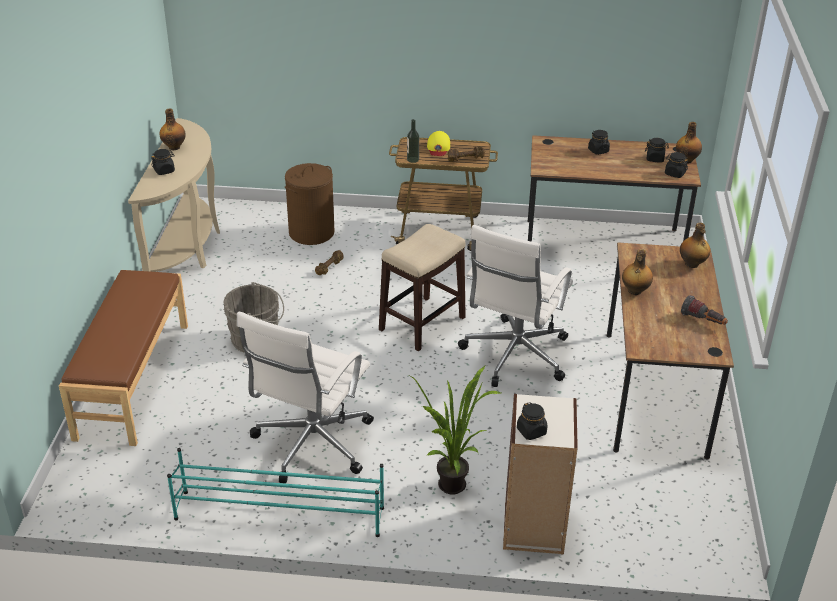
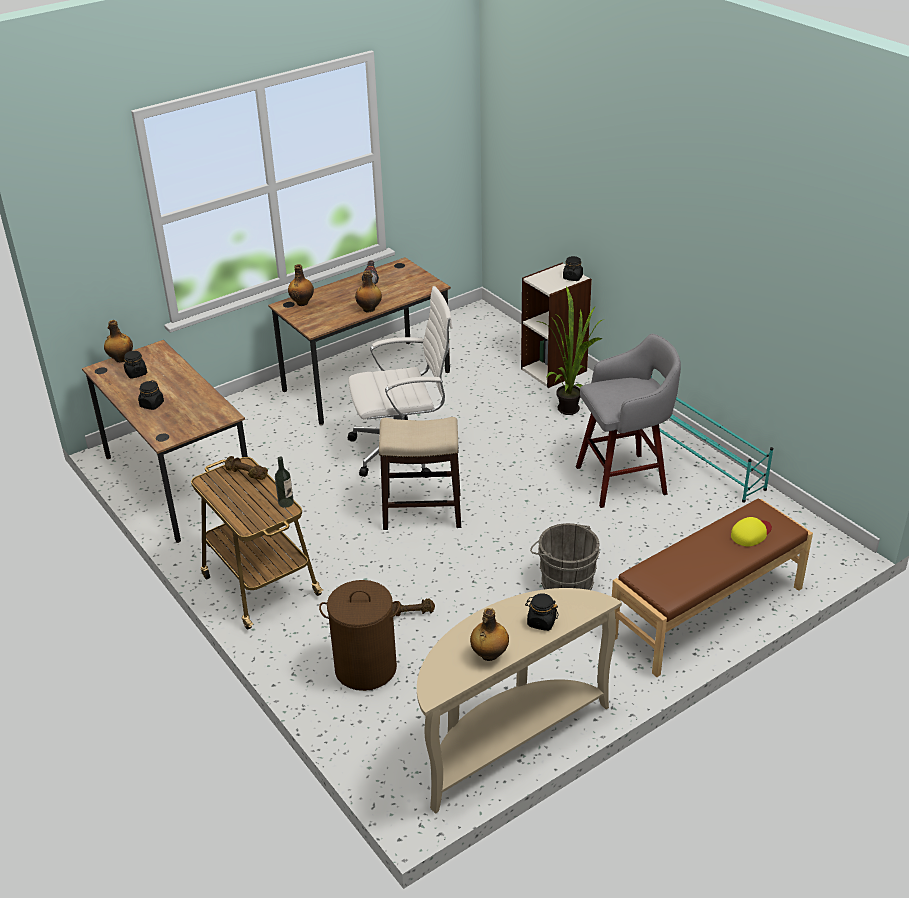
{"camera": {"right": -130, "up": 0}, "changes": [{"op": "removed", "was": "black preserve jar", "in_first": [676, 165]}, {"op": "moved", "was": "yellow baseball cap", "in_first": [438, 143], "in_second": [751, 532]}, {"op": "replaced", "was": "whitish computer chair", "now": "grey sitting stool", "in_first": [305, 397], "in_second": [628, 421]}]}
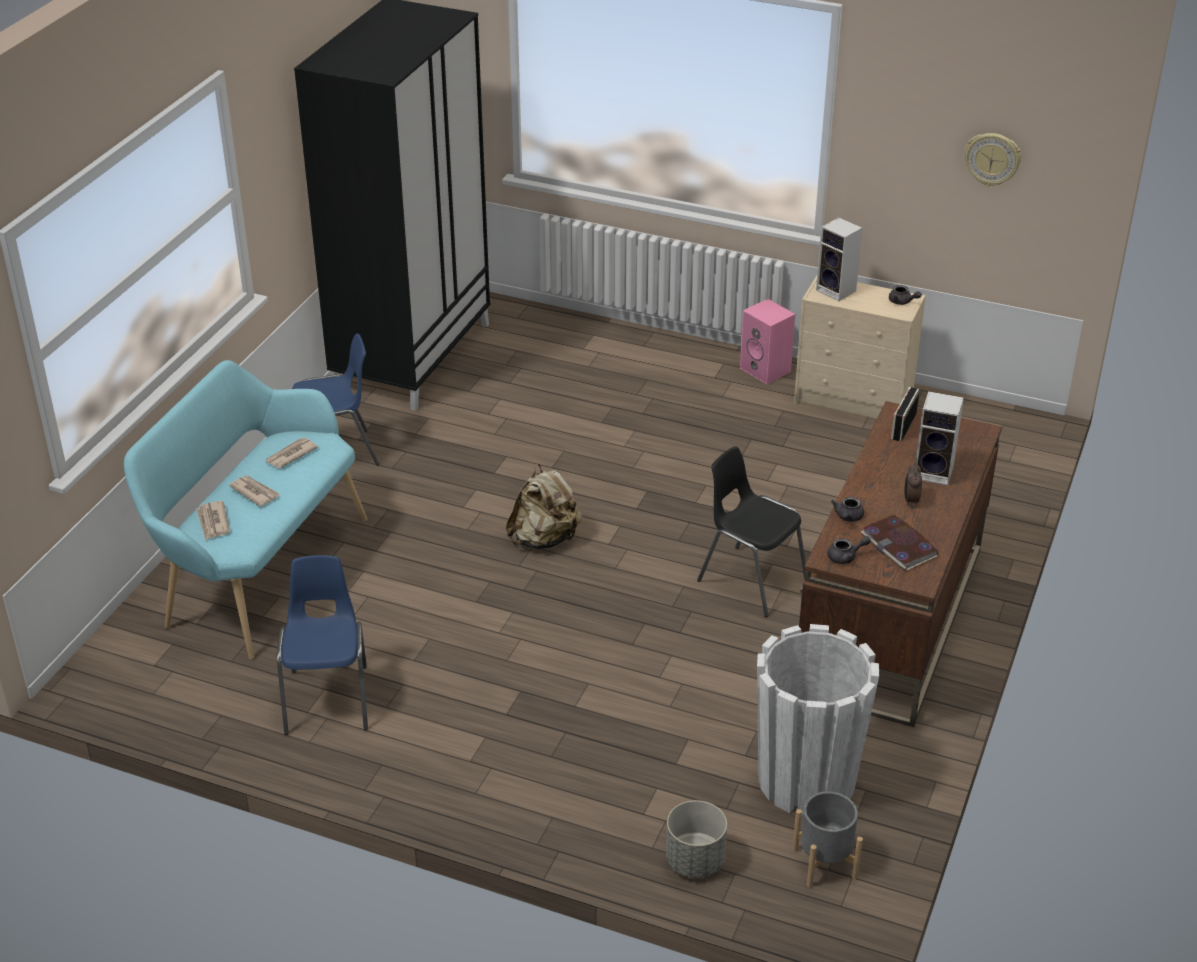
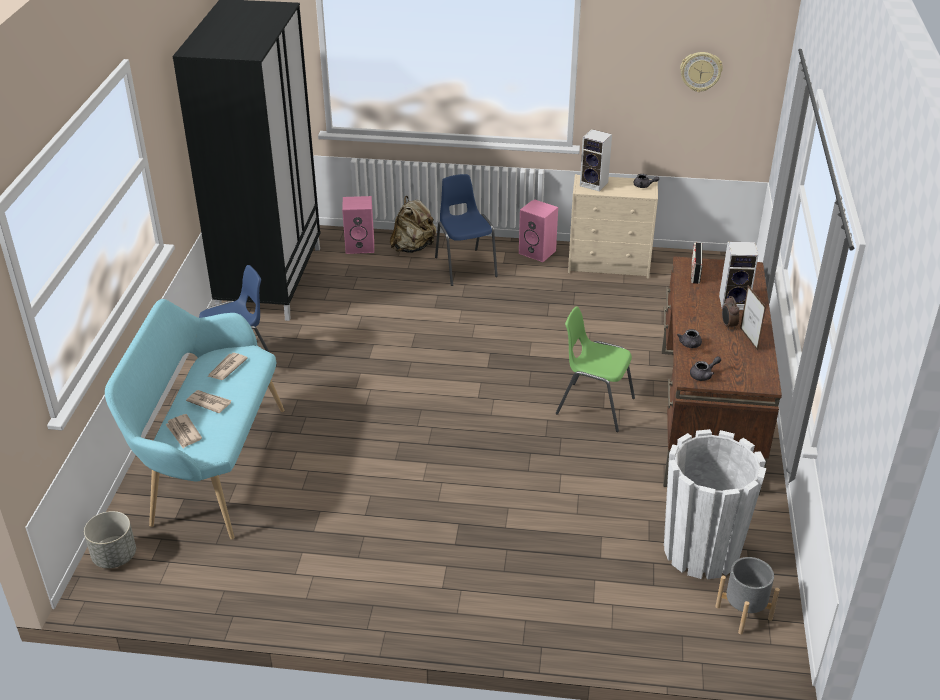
{"camera": {"right": -15, "up": 0}, "changes": [{"op": "removed", "was": "volume", "in_first": [899, 543]}, {"op": "added", "now": "pink-coloured speaker", "in_second": [358, 225]}, {"op": "added", "now": "photo frame", "in_second": [753, 318]}, {"op": "moved", "was": "bluish upright chair", "in_first": [322, 645], "in_second": [466, 230]}, {"op": "moved", "was": "beige knapsack", "in_first": [544, 506], "in_second": [413, 224]}, {"op": "moved", "was": "grey planter", "in_first": [696, 839], "in_second": [110, 539]}, {"op": "recoloured", "was": "black upright chair", "now": "greenish upright chair", "in_first": [751, 531], "in_second": [595, 369]}]}
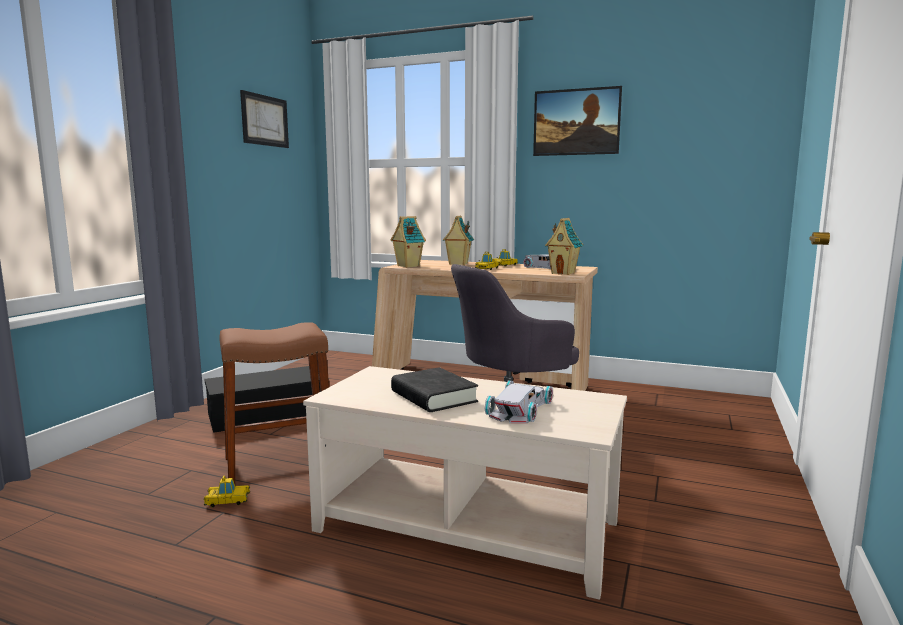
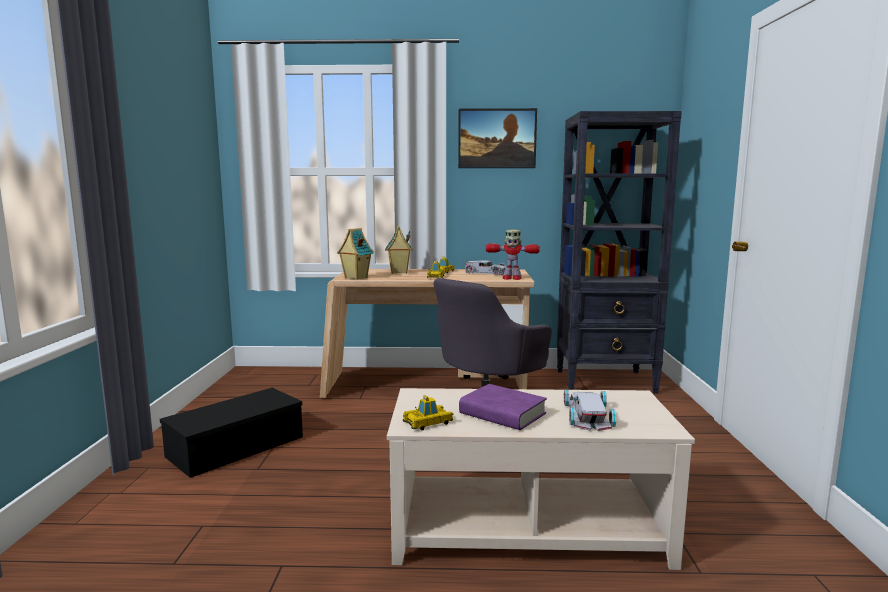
{"camera": {"right": -20, "up": 0}, "changes": [{"op": "removed", "was": "brownish sitting stool", "in_first": [274, 403]}, {"op": "removed", "was": "wall picture", "in_first": [264, 119]}, {"op": "added", "now": "black bookshelf", "in_second": [619, 252]}, {"op": "moved", "was": "miniature car", "in_first": [226, 491], "in_second": [428, 413]}, {"op": "replaced", "was": "toy house", "now": "toy robot", "in_first": [564, 246], "in_second": [513, 255]}, {"op": "recoloured", "was": "black volume", "now": "purple volume", "in_first": [434, 389], "in_second": [503, 407]}]}
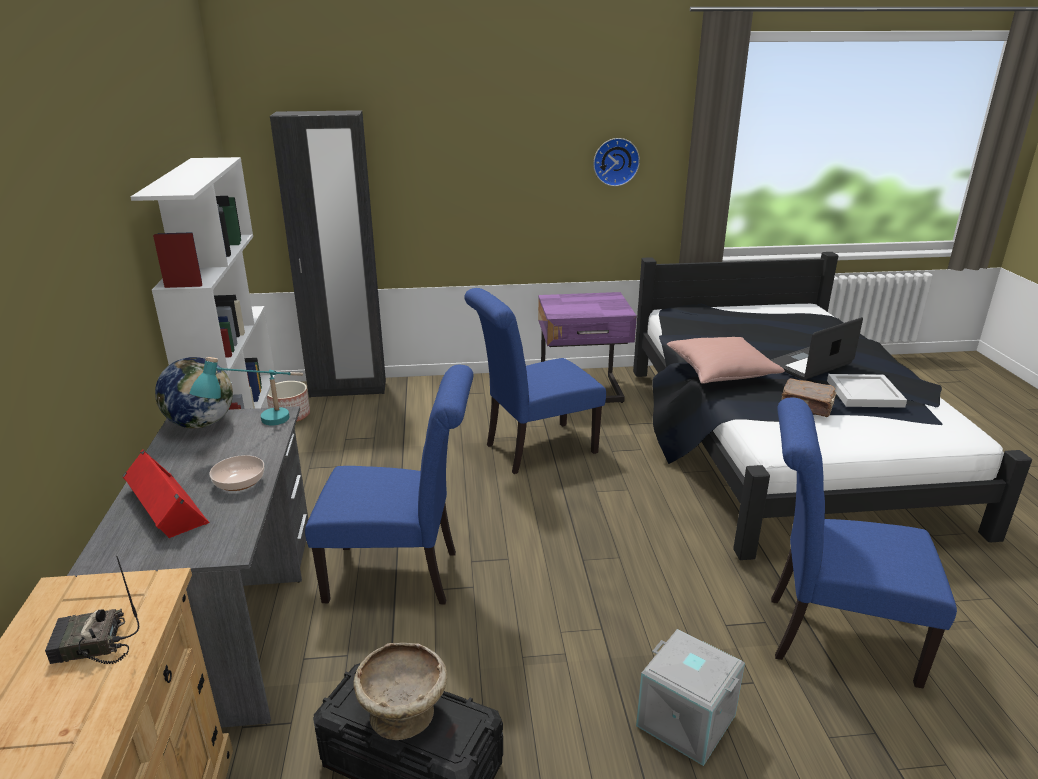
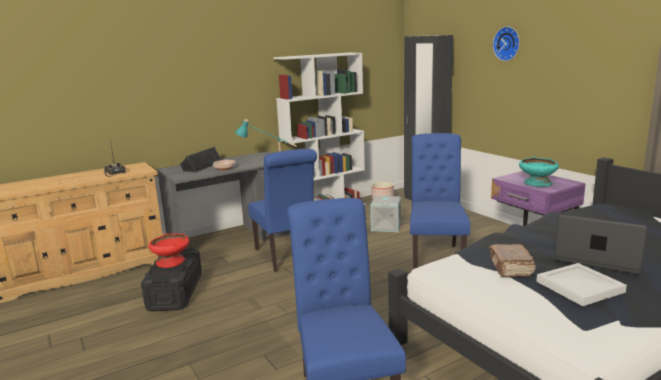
{"camera": {"right": 65, "up": -10}, "changes": [{"op": "removed", "was": "globe", "in_first": [194, 393]}, {"op": "removed", "was": "pink-coloured pillow", "in_first": [726, 360]}, {"op": "added", "now": "turquoise bowl", "in_second": [539, 171]}, {"op": "moved", "was": "wall clock", "in_first": [616, 162], "in_second": [506, 44]}, {"op": "moved", "was": "grey storage bin", "in_first": [690, 697], "in_second": [385, 214]}, {"op": "recoloured", "was": "red speaker", "now": "black speaker", "in_first": [166, 493], "in_second": [200, 159]}, {"op": "recoloured", "was": "beige bowl", "now": "red bowl", "in_first": [400, 691], "in_second": [169, 250]}, {"op": "turned", "was": "bluish upright chair", "in_first": [535, 381], "in_second": [440, 201], "clockwise": 60}]}
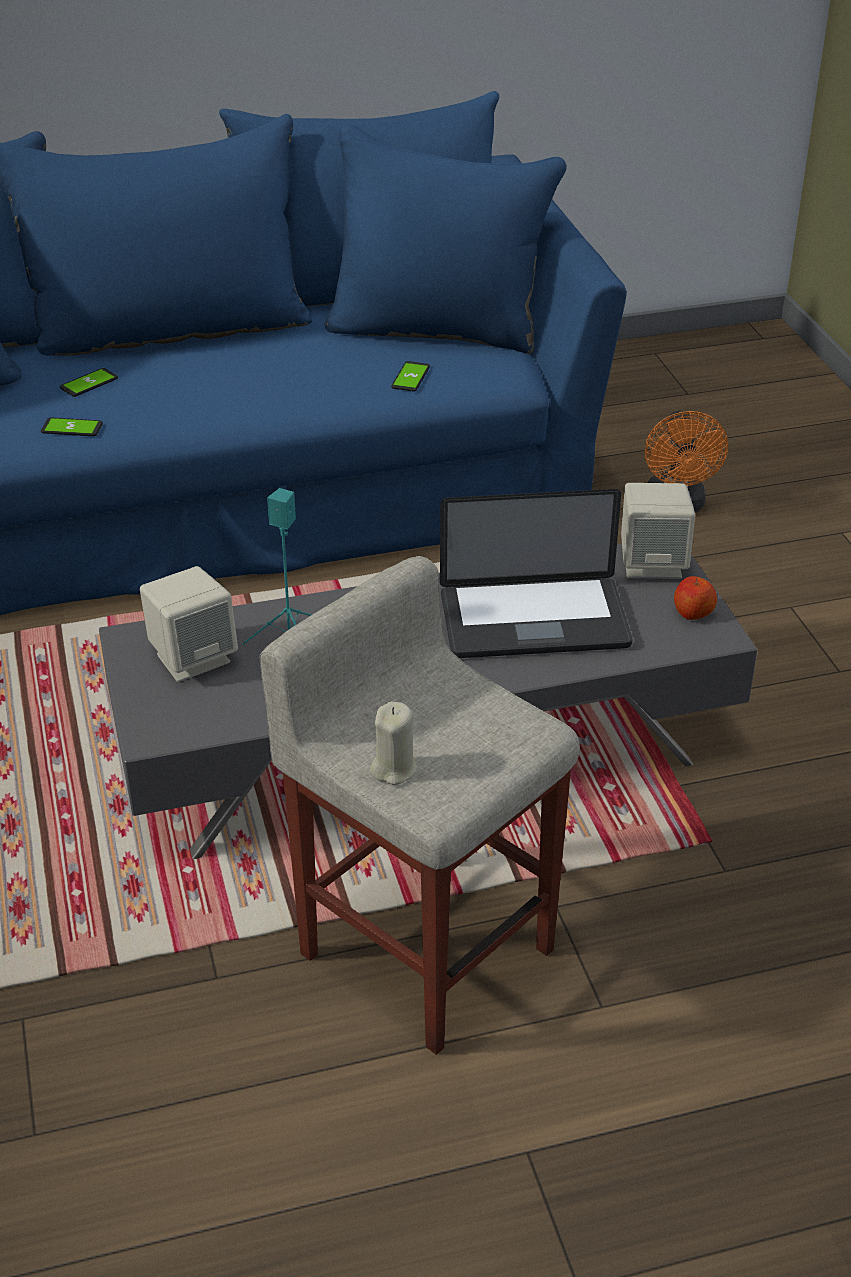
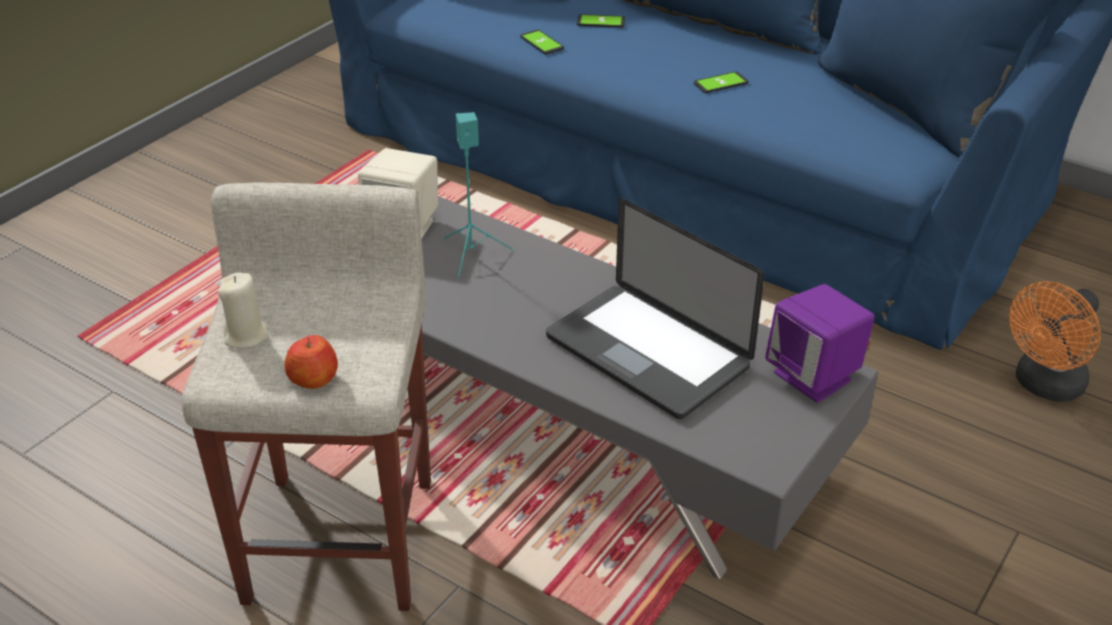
{"camera": {"right": 50, "up": 0}, "changes": [{"op": "moved", "was": "telephone", "in_first": [410, 376], "in_second": [721, 82]}, {"op": "moved", "was": "whole apple", "in_first": [695, 598], "in_second": [311, 362]}, {"op": "recoloured", "was": "beige speaker", "now": "purple speaker", "in_first": [658, 531], "in_second": [820, 343]}]}
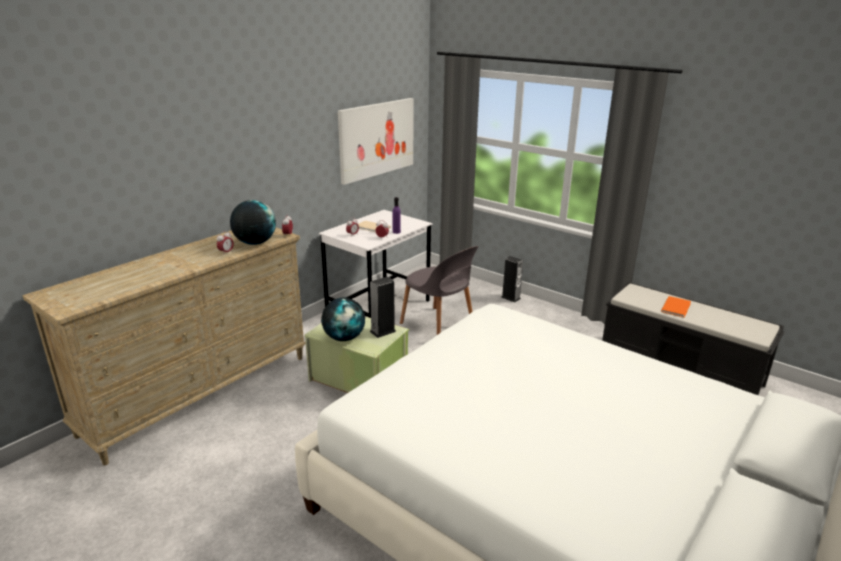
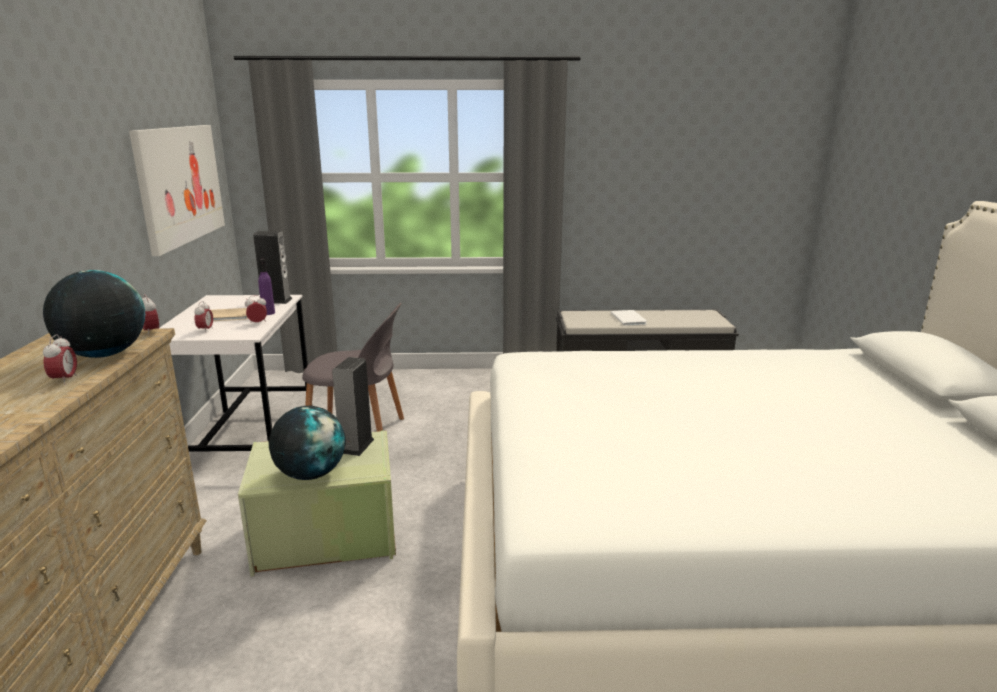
{"camera": {"right": -40, "up": -5}, "changes": [{"op": "moved", "was": "speaker", "in_first": [512, 279], "in_second": [273, 267]}, {"op": "recoloured", "was": "orange-coloured volume", "now": "whitish volume", "in_first": [676, 306], "in_second": [629, 318]}]}
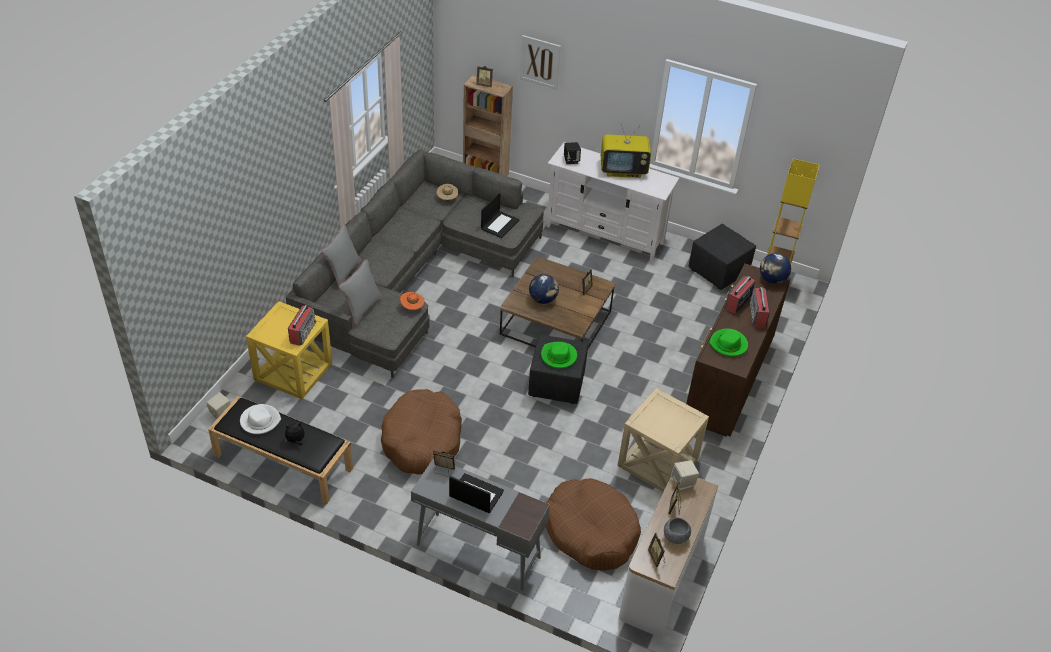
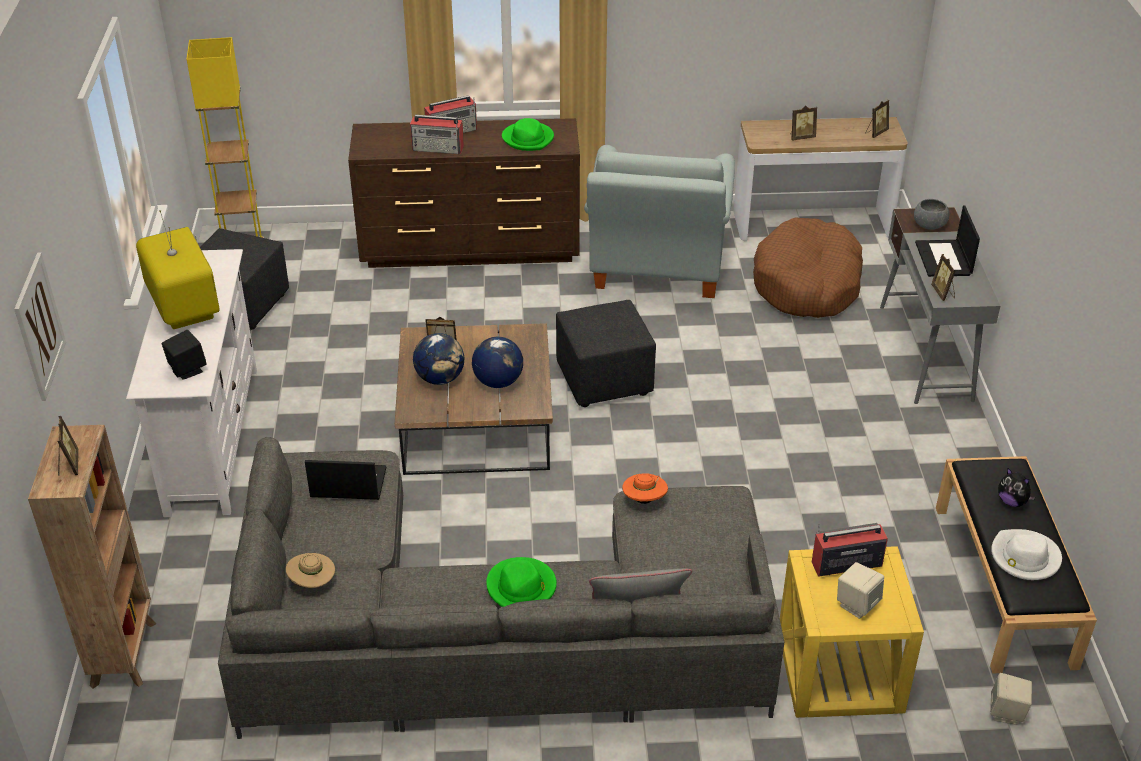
{"camera": {"right": -115, "up": -5}, "changes": [{"op": "removed", "was": "grey pillow", "in_first": [361, 292]}, {"op": "removed", "was": "brownish dog cushion", "in_first": [421, 432]}, {"op": "moved", "was": "greenish wearable hat", "in_first": [559, 355], "in_second": [521, 582]}, {"op": "moved", "was": "grey bowl", "in_first": [677, 531], "in_second": [931, 214]}, {"op": "moved", "was": "beige speaker", "in_first": [685, 475], "in_second": [860, 590]}, {"op": "moved", "was": "globe", "in_first": [775, 268], "in_second": [438, 359]}, {"op": "replaced", "was": "beige side table", "now": "grey lounge chair", "in_first": [663, 440], "in_second": [659, 221]}]}
